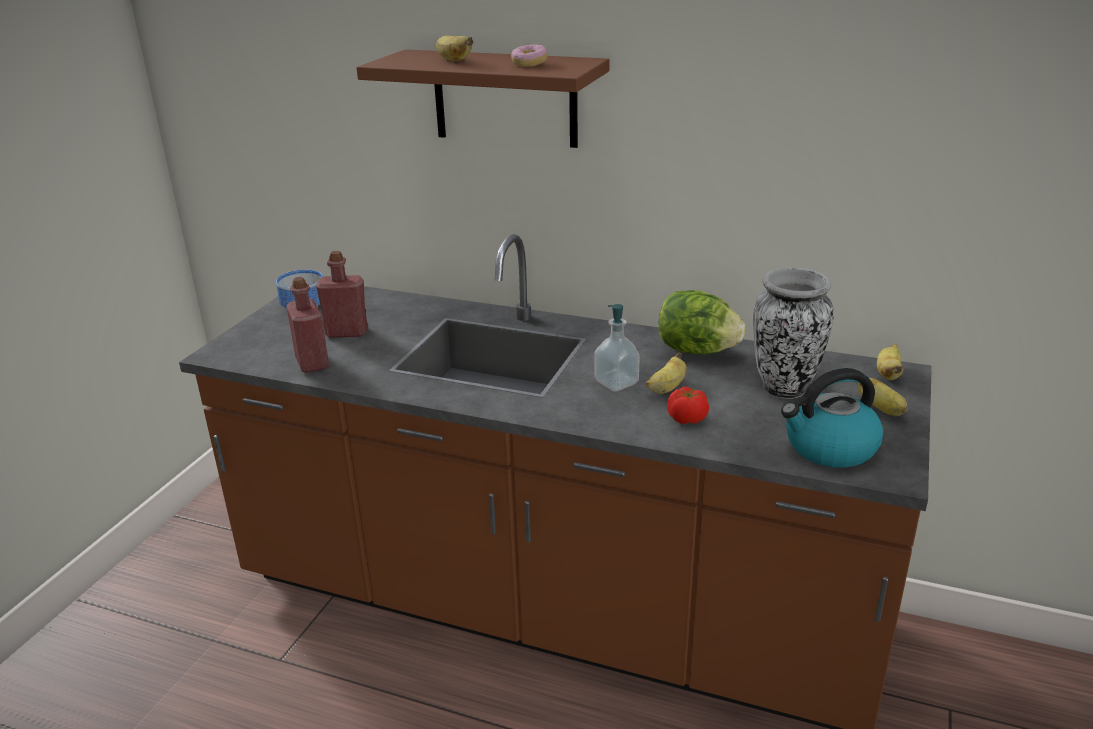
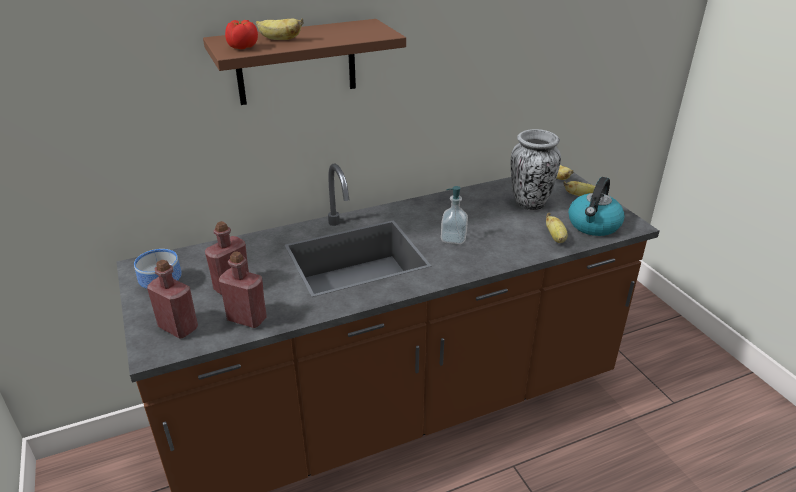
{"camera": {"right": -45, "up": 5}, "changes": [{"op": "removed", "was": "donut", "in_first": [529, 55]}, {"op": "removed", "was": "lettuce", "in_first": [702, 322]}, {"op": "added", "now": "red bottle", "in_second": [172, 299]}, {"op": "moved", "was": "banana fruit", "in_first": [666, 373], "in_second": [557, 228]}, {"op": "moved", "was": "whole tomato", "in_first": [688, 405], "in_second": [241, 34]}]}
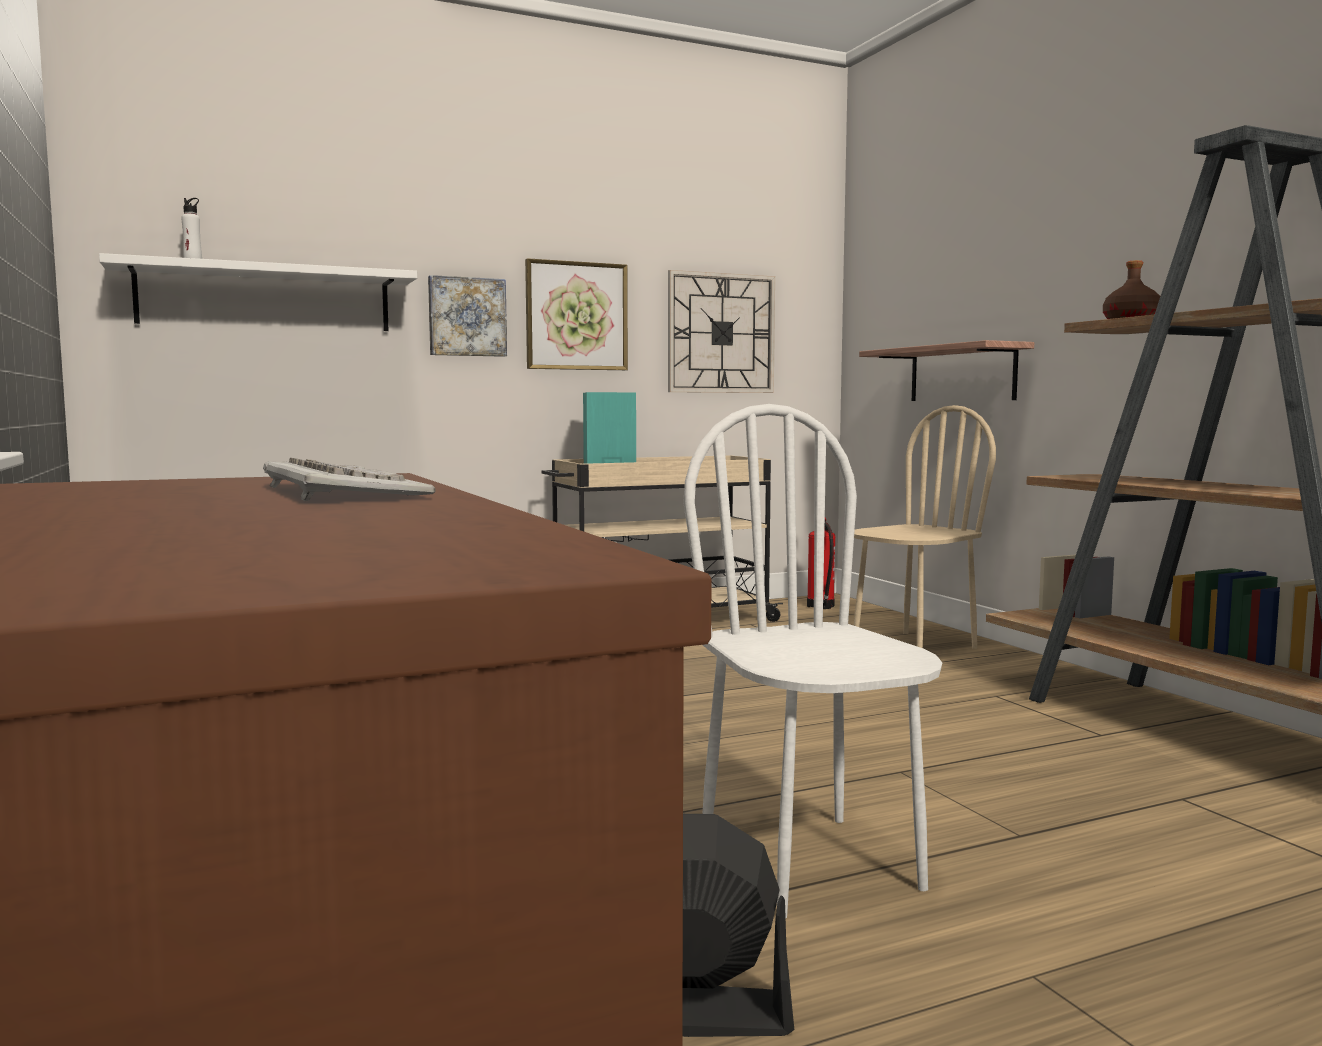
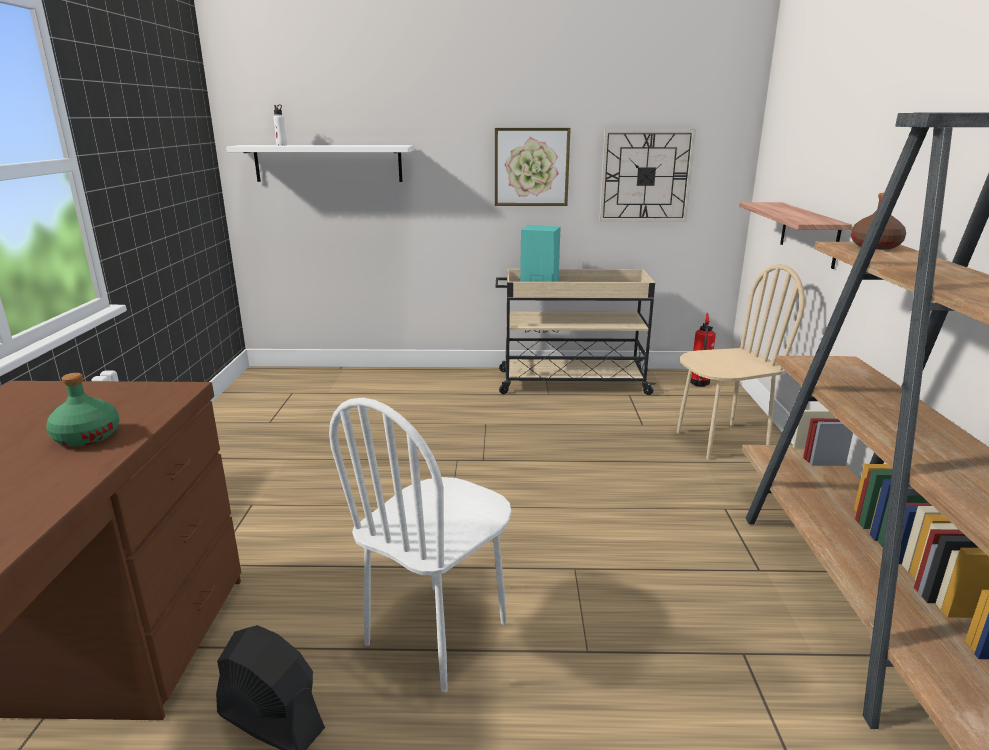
{"camera": {"right": 25, "up": 15}, "changes": [{"op": "removed", "was": "wall picture", "in_first": [467, 316]}, {"op": "replaced", "was": "PC keyboard", "now": "greenish bottle", "in_first": [349, 479], "in_second": [83, 409]}, {"op": "turned", "was": "whitish upright chair", "in_first": [812, 661], "in_second": [420, 545], "clockwise": -150}]}
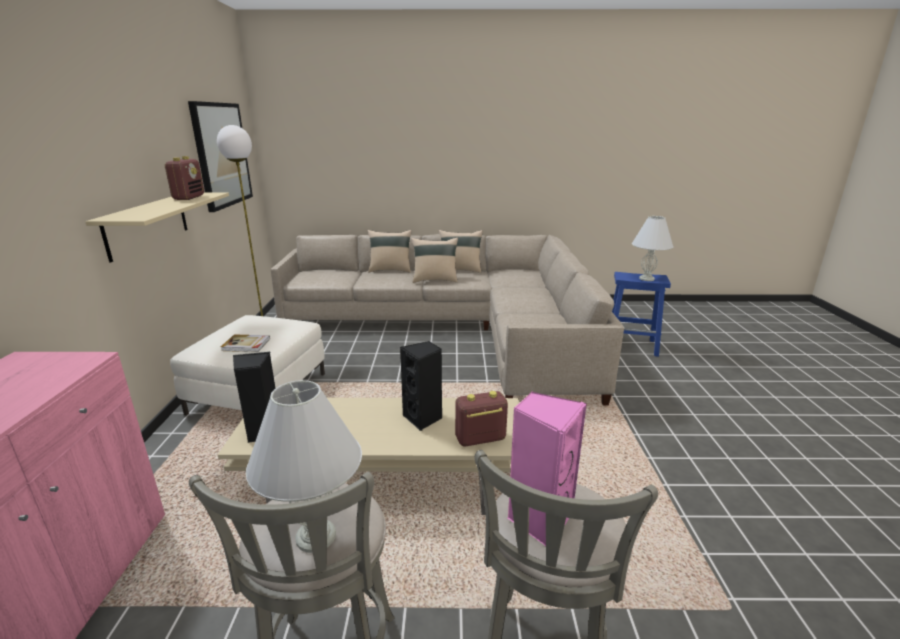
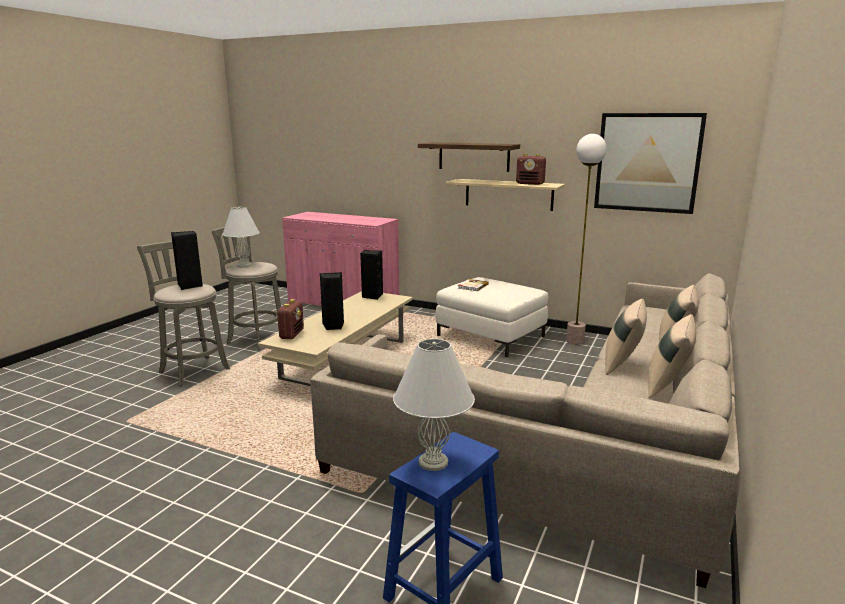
{"camera": {"right": 115, "up": -5}, "changes": [{"op": "added", "now": "bracket shelf", "in_second": [469, 157]}, {"op": "recoloured", "was": "pink-coloured speaker", "now": "black speaker", "in_first": [547, 469], "in_second": [187, 260]}]}
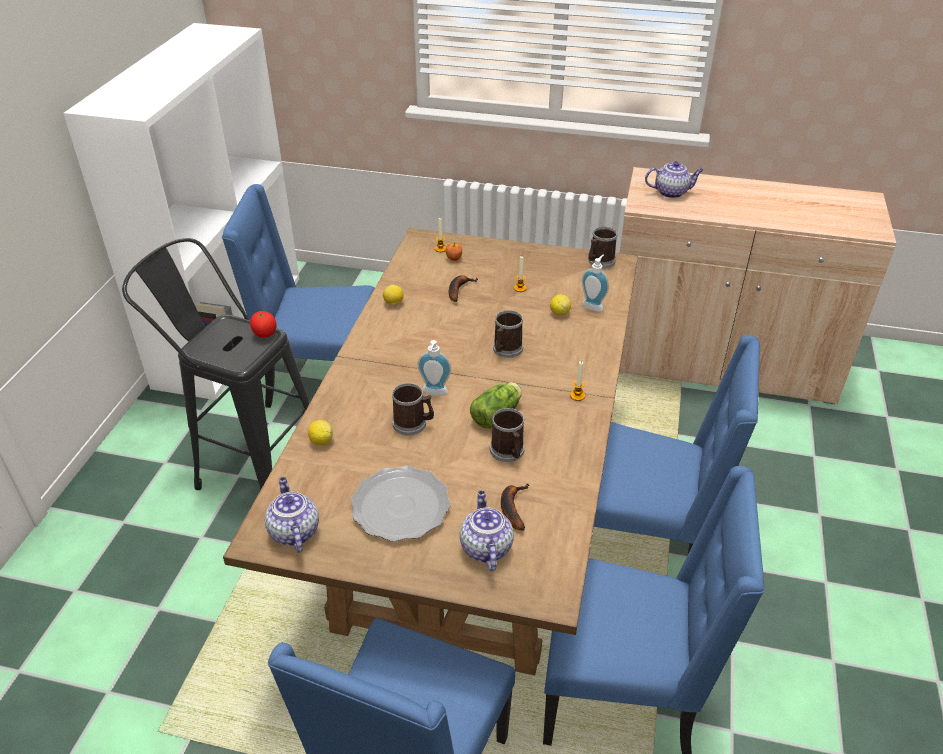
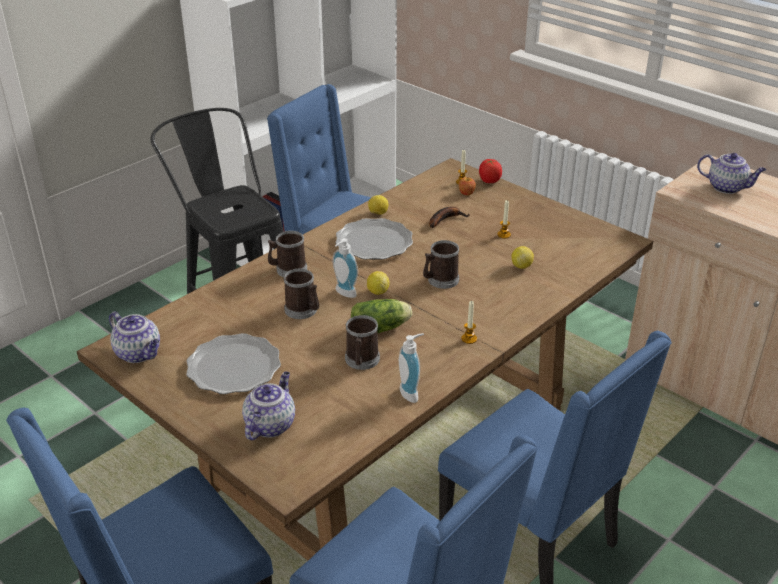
{"camera": {"right": 30, "up": -5}, "changes": [{"op": "removed", "was": "banana fruit", "in_first": [515, 507]}, {"op": "added", "now": "flat dish", "in_second": [374, 239]}, {"op": "moved", "was": "whole tomato", "in_first": [263, 324], "in_second": [490, 171]}, {"op": "moved", "was": "citrus fruit", "in_first": [320, 432], "in_second": [378, 283]}, {"op": "moved", "was": "liquid soap bottle", "in_first": [595, 283], "in_second": [411, 368]}, {"op": "moved", "was": "mug", "in_first": [603, 247], "in_second": [287, 254]}, {"op": "turned", "was": "teapot", "in_first": [292, 515], "in_second": [134, 337], "clockwise": 120}]}
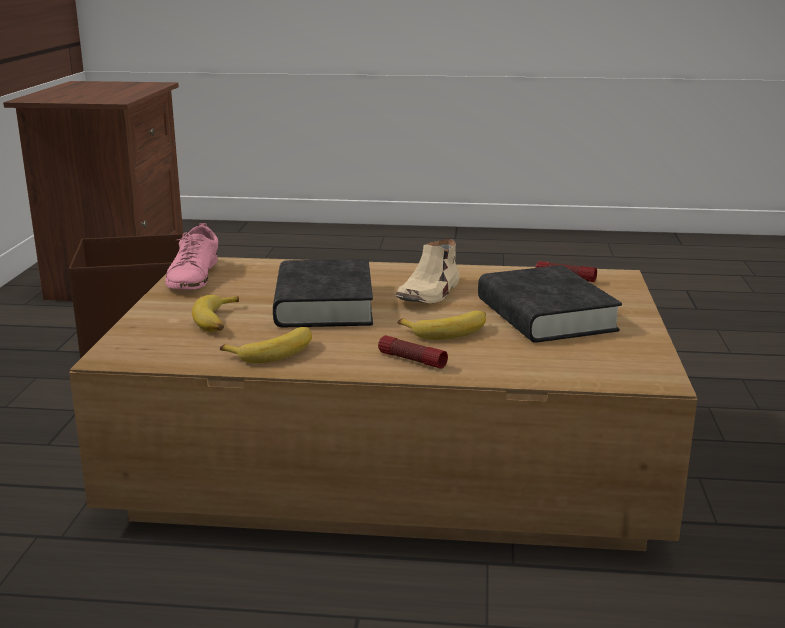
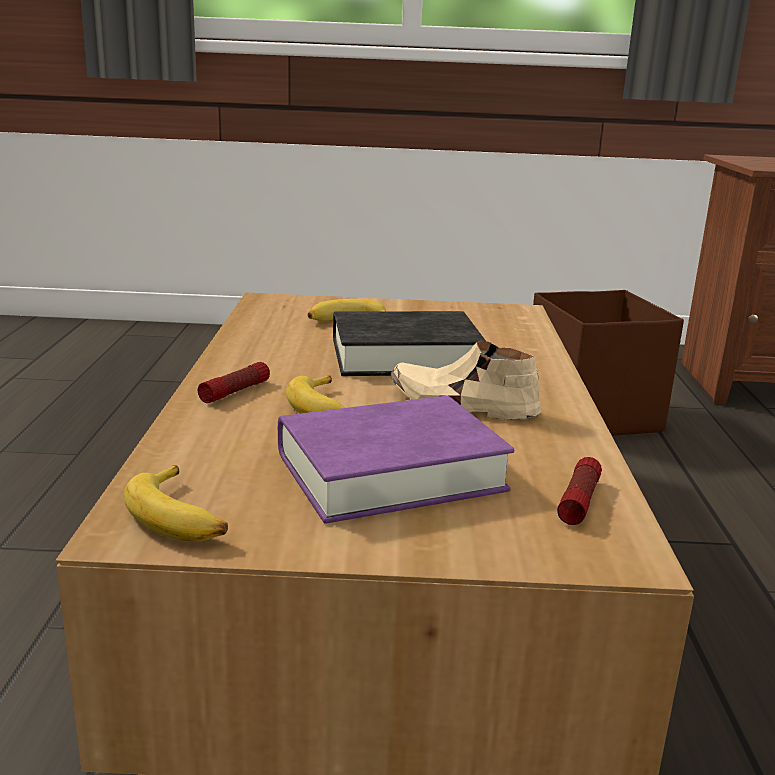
{"camera": {"right": 85, "up": 0}, "changes": [{"op": "removed", "was": "pink-coloured low shoe", "in_first": [192, 256]}, {"op": "moved", "was": "banana fruit", "in_first": [266, 345], "in_second": [176, 503]}, {"op": "recoloured", "was": "black volume", "now": "purple volume", "in_first": [550, 304], "in_second": [396, 460]}]}
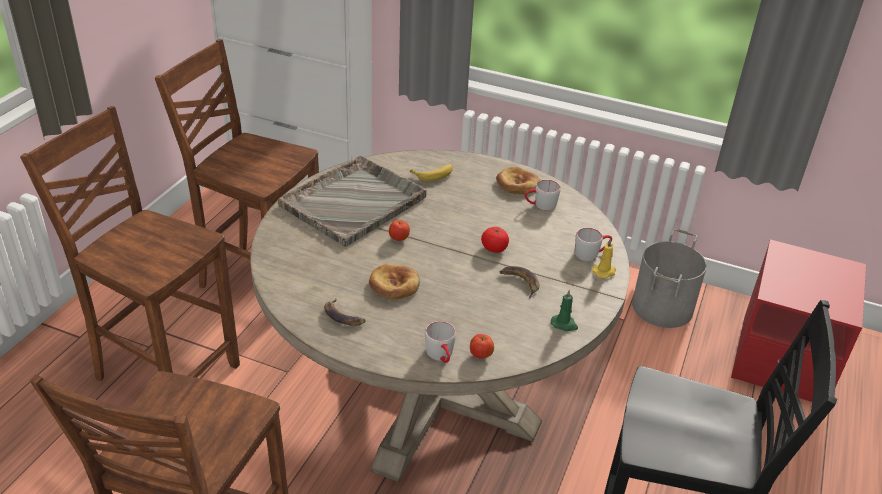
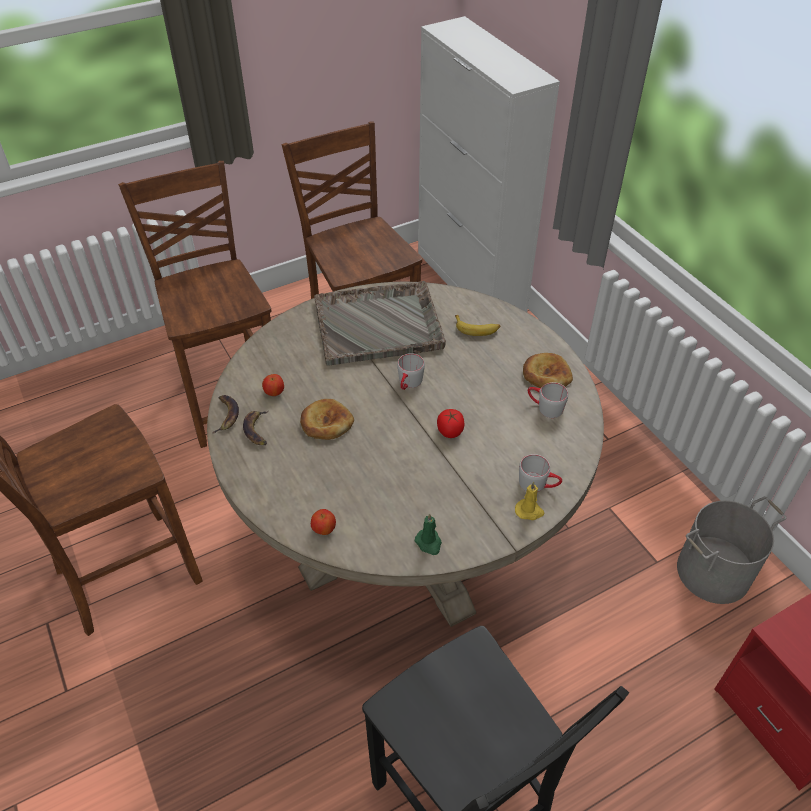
{"camera": {"right": 40, "up": 10}, "changes": [{"op": "moved", "was": "whole apple", "in_first": [399, 230], "in_second": [273, 385]}, {"op": "moved", "was": "grey mug", "in_first": [440, 342], "in_second": [411, 371]}, {"op": "moved", "was": "banana fruit", "in_first": [520, 282], "in_second": [225, 414]}]}
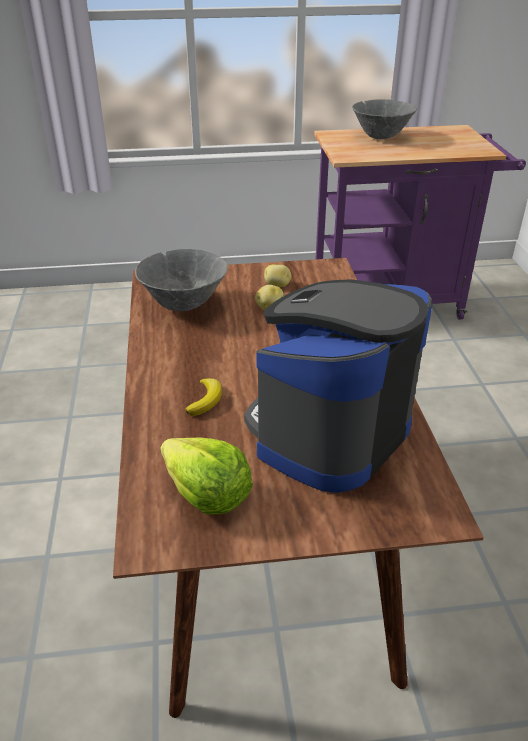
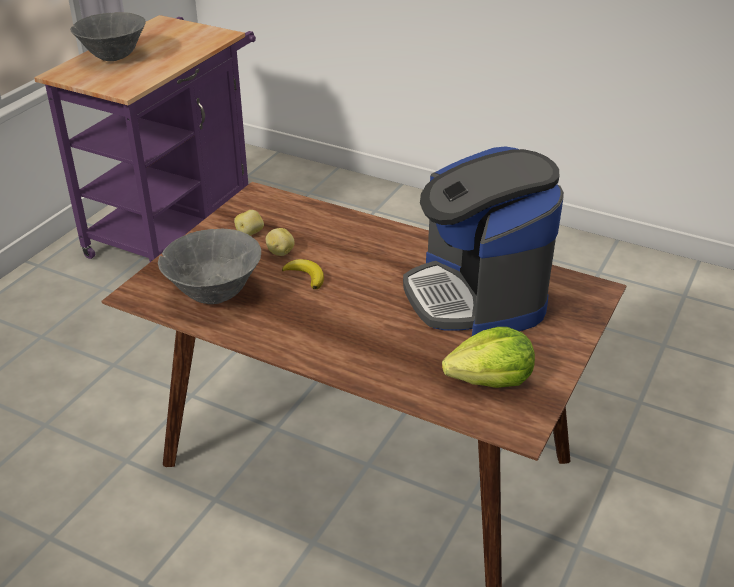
{"camera": {"right": -55, "up": 0}, "changes": [{"op": "moved", "was": "banana fruit", "in_first": [203, 397], "in_second": [303, 274]}]}
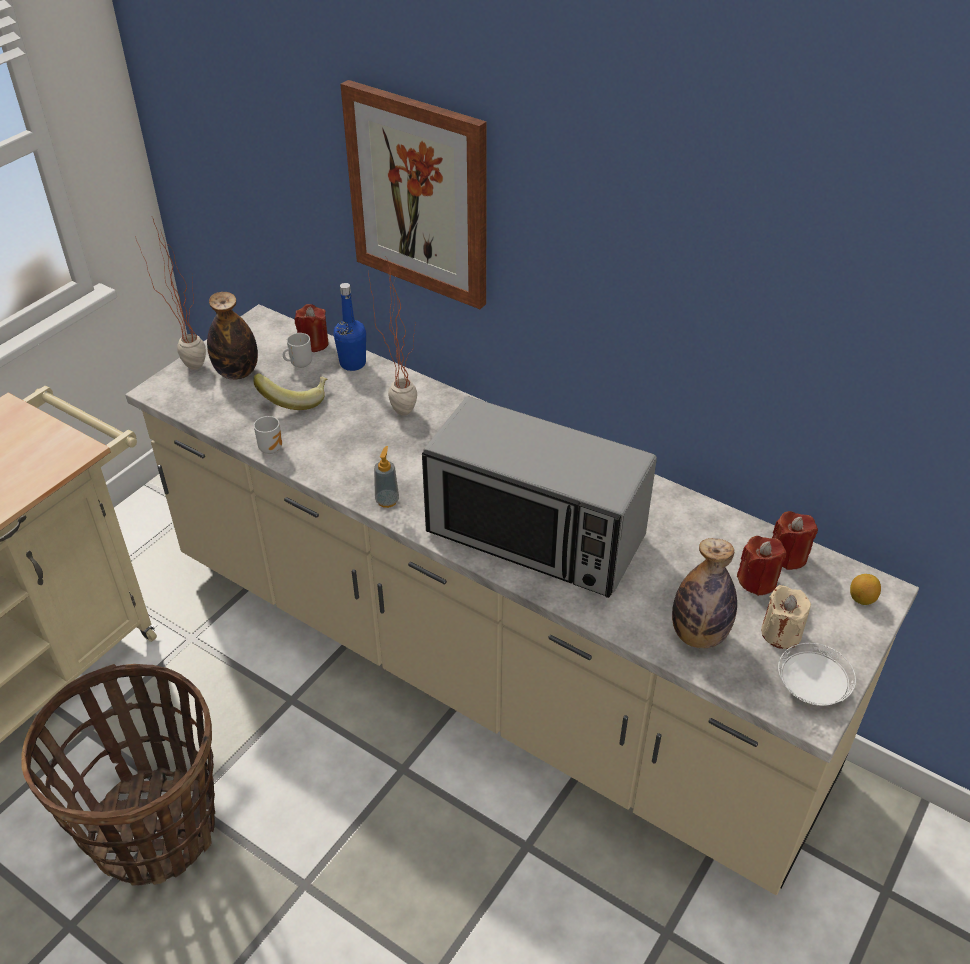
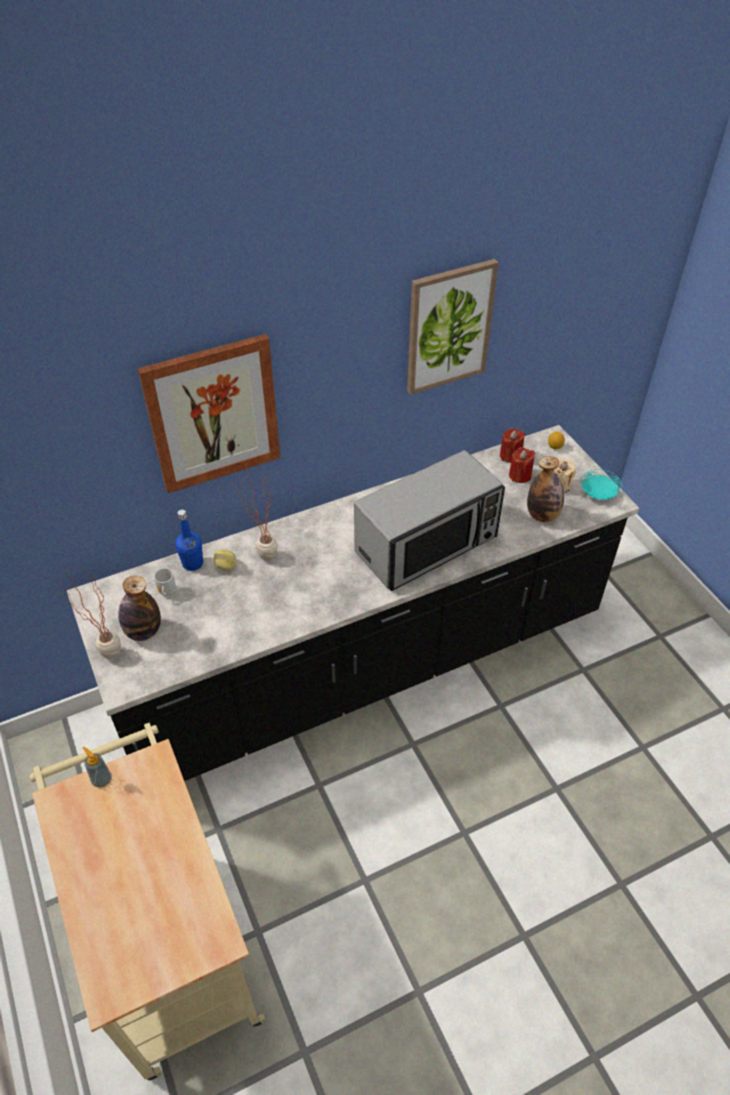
{"camera": {"right": -60, "up": 5}, "changes": [{"op": "removed", "was": "storage basket", "in_first": [118, 775]}, {"op": "removed", "was": "banana fruit", "in_first": [290, 391]}, {"op": "removed", "was": "mug", "in_first": [268, 435]}, {"op": "removed", "was": "red wax candle", "in_first": [311, 328]}, {"op": "added", "now": "whole potato", "in_second": [225, 560]}, {"op": "added", "now": "wall picture", "in_second": [452, 327]}, {"op": "moved", "was": "liquid soap bottle", "in_first": [386, 477], "in_second": [97, 767]}, {"op": "recoloured", "was": "beige kitchen counter", "now": "black kitchen counter", "in_first": [522, 599], "in_second": [353, 603]}, {"op": "recoloured", "was": "whitish flat dish", "now": "turquoise flat dish", "in_first": [817, 674], "in_second": [601, 484]}]}
